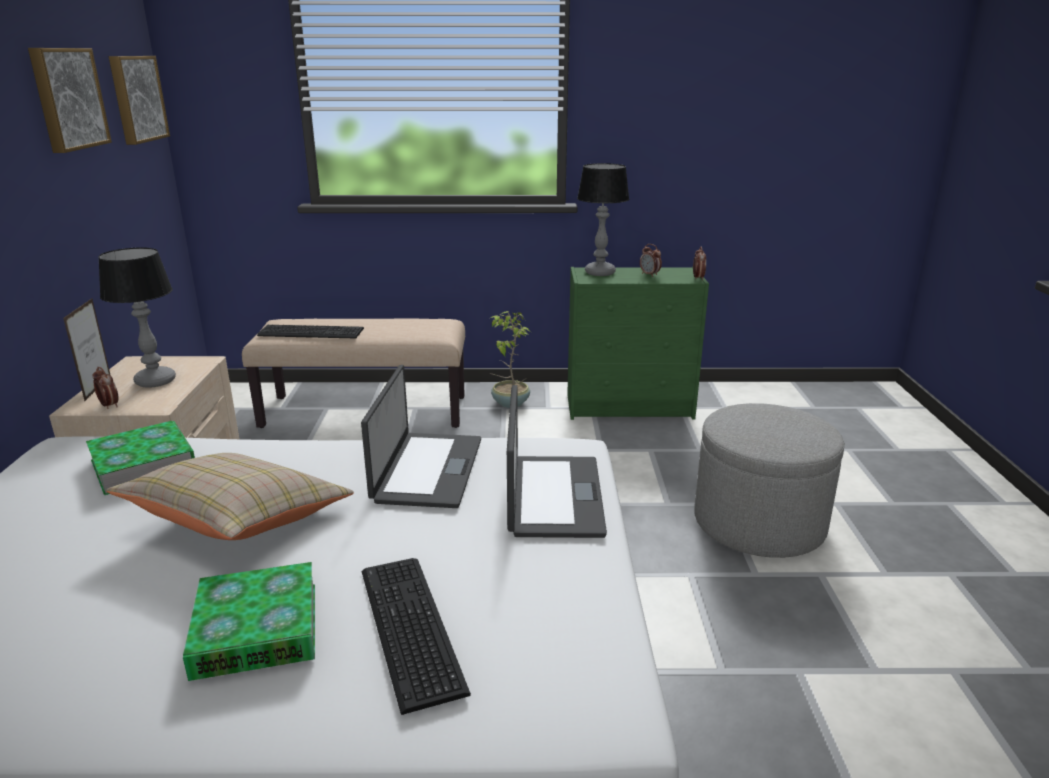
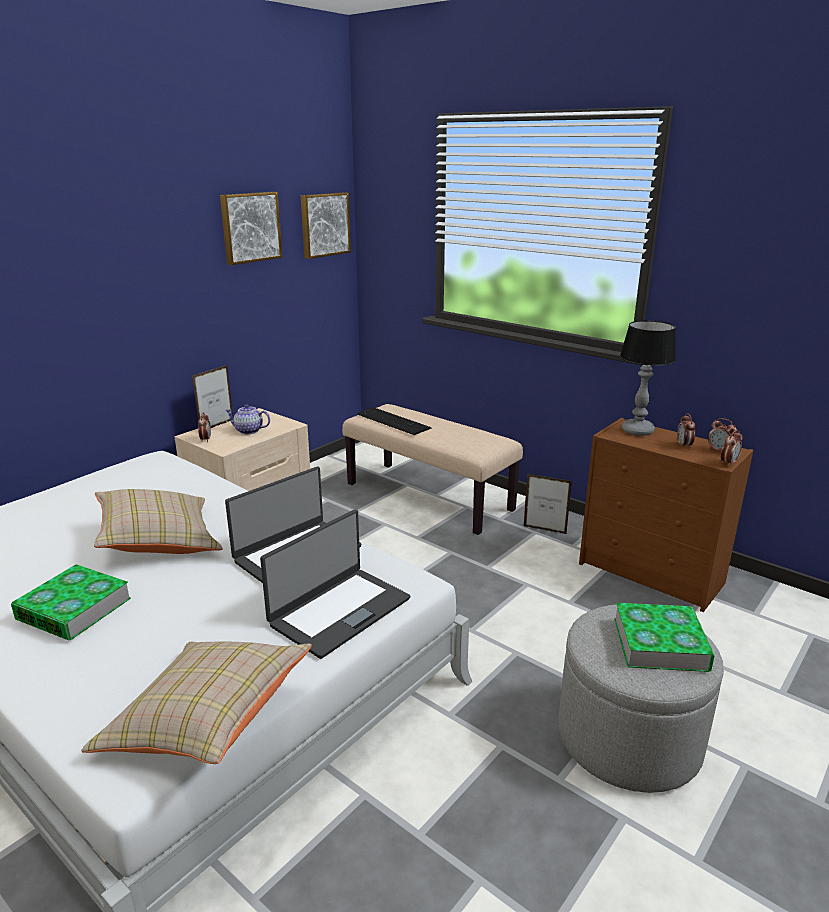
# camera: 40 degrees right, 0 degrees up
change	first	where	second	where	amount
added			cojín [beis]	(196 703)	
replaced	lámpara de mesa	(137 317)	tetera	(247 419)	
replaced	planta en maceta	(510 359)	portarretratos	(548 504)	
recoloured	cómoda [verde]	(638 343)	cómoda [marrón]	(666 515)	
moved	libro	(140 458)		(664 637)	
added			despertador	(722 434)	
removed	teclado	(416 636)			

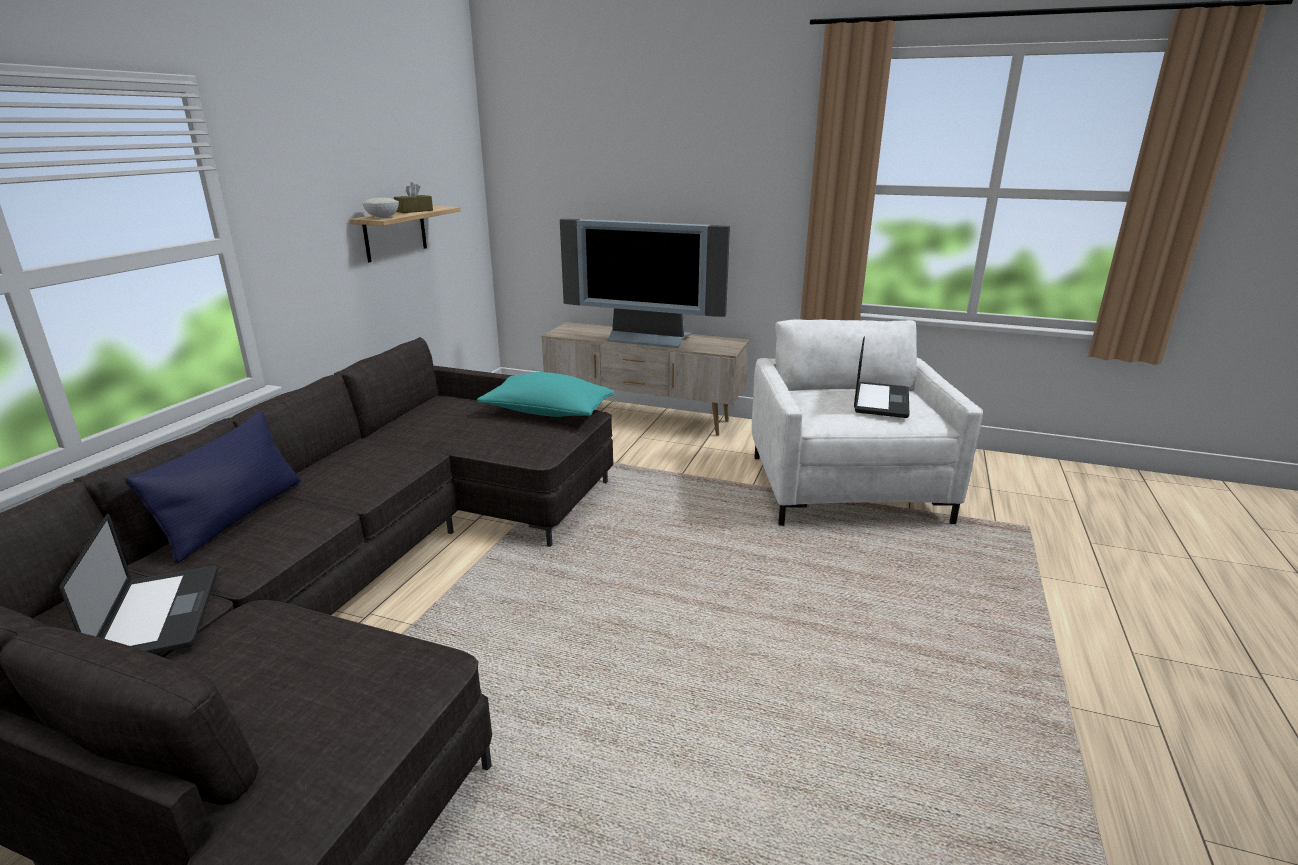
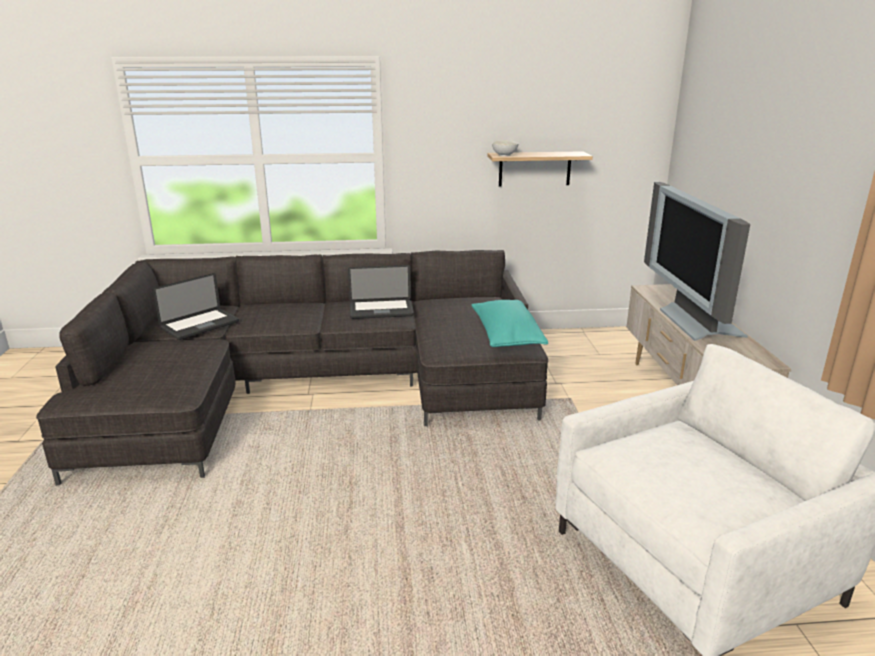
# camera: 65 degrees right, 0 degrees up
change	first	where	second	where	amount
moved	portátil	(882 377)		(381 292)	
removed	cojín [azul]	(213 487)			
removed	caja de pañuelos [marrón]	(413 197)			

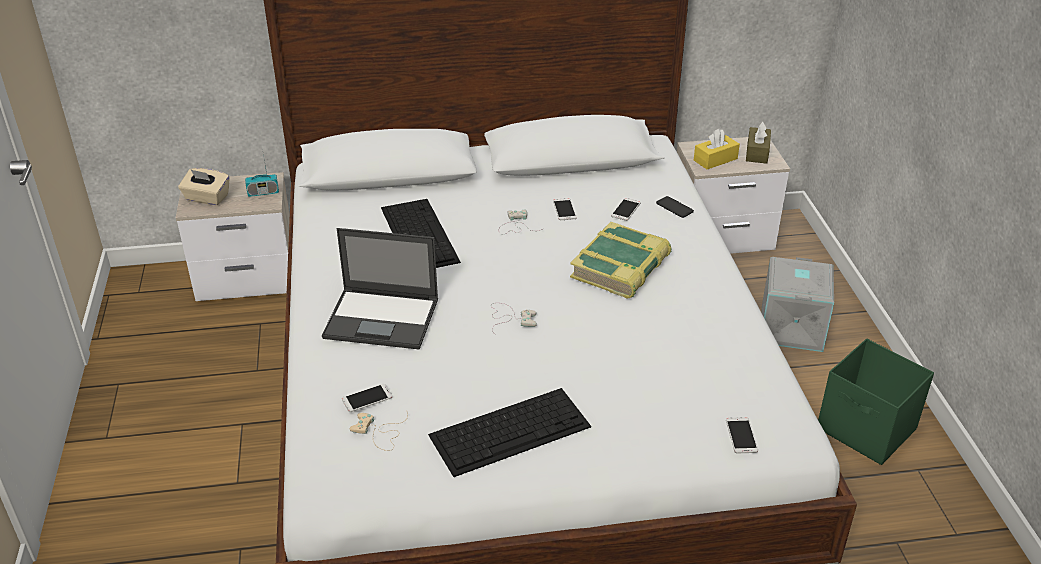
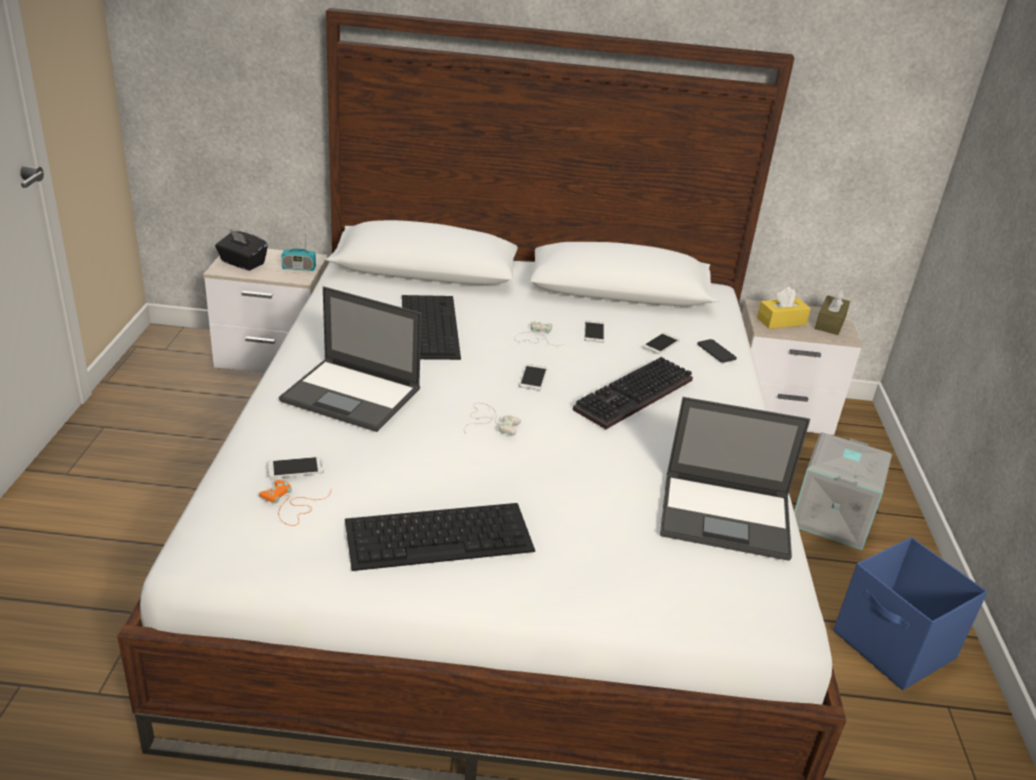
# camera: 10 degrees right, 5 degrees down
change	first	where	second	where	amount
recoloured	caja de pañuelos [beis]	(204 186)	caja de pañuelos [negro]	(241 250)	
recoloured	mando de consola [beis]	(379 431)	mando de consola [naranja]	(295 503)	
moved	móvil	(742 435)		(533 377)	
replaced	libro	(621 260)	teclado	(633 393)	
added			portátil	(735 479)	
recoloured	caja de almacenaje [verde]	(876 402)	caja de almacenaje [azul]	(910 613)	

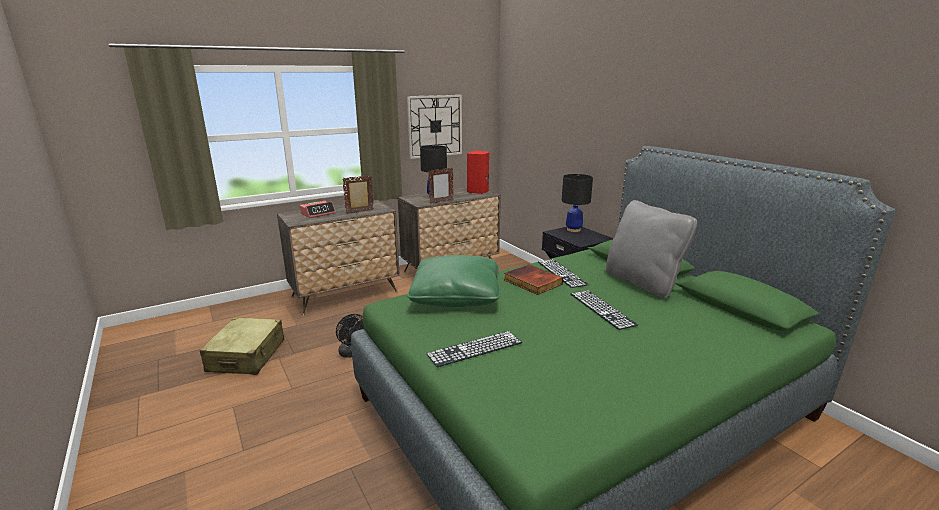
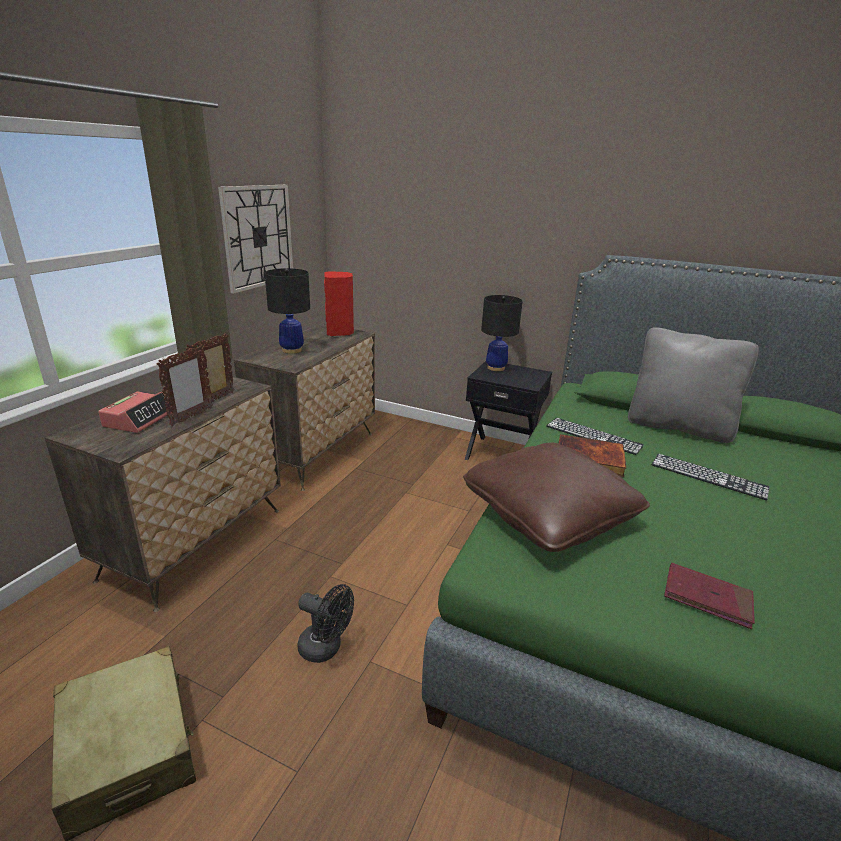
# camera: 35 degrees left, 5 degrees up
change	first	where	second	where	amount
moved	portarretratos	(440 185)		(185 385)	
recoloured	cojín [verde]	(453 281)	cojín [marrón]	(556 497)	
replaced	teclado	(474 349)	libro [rojo]	(709 596)	

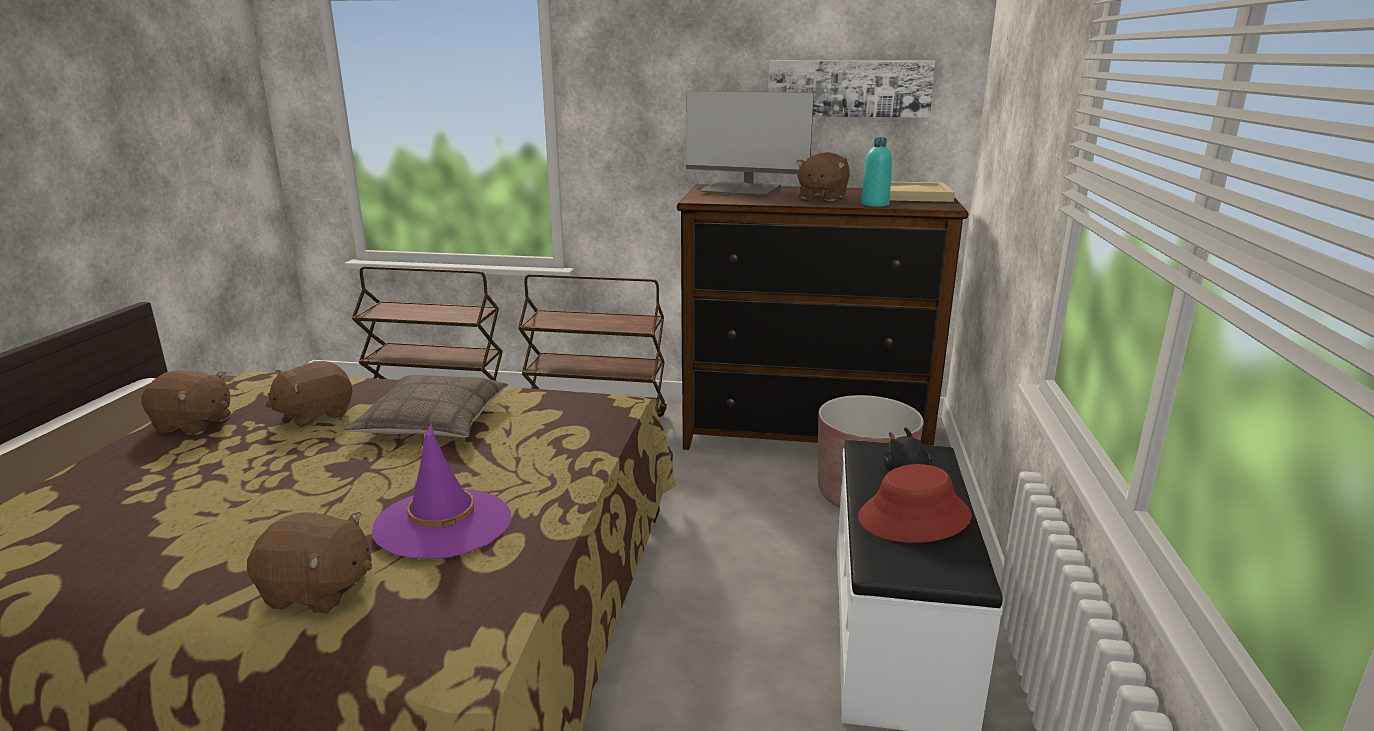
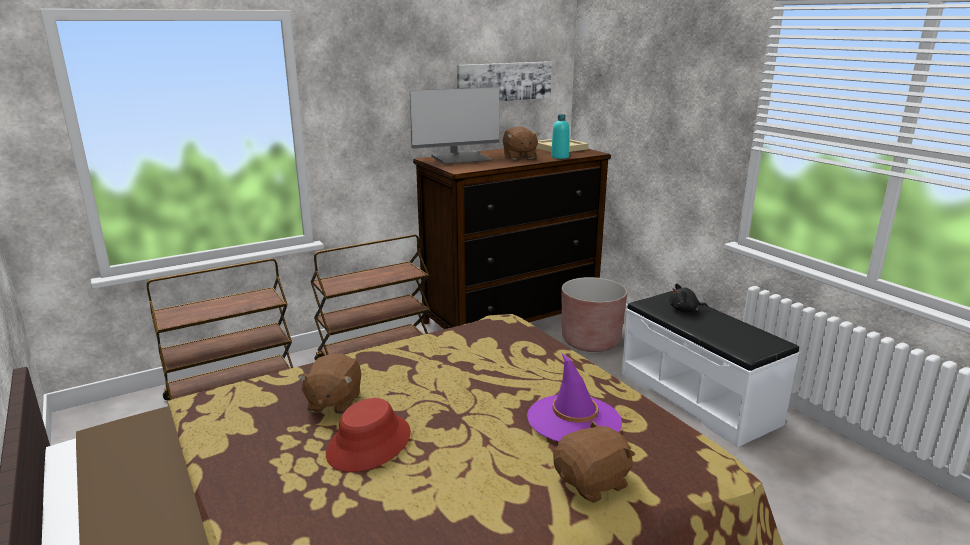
# camera: 40 degrees left, 0 degrees up
change	first	where	second	where	amount
moved	sombrero [rojo]	(915 503)		(368 435)	
removed	peluche [marrón]	(186 402)			
removed	cojín	(426 406)			

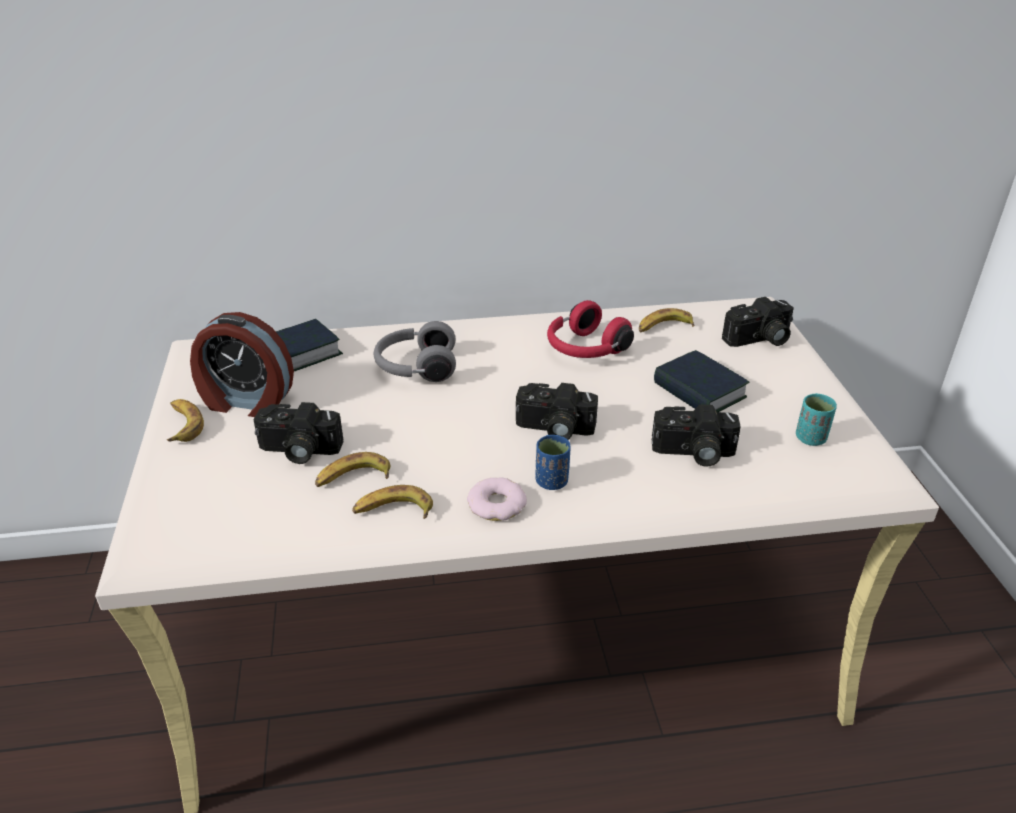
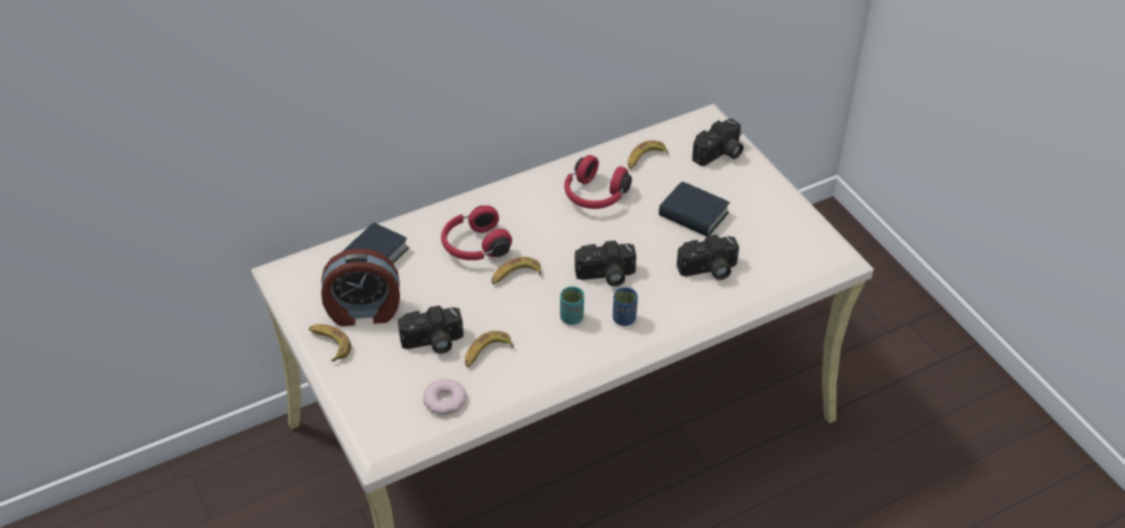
# camera: 20 degrees left, 10 degrees up
change	first	where	second	where	amount
moved	rosquilla	(497 499)		(445 397)	
recoloured	auriculares [gris]	(415 351)	auriculares [rojo]	(476 232)	
moved	plátano	(392 502)		(516 270)	
moved	taza [turquesa]	(816 419)		(572 305)	

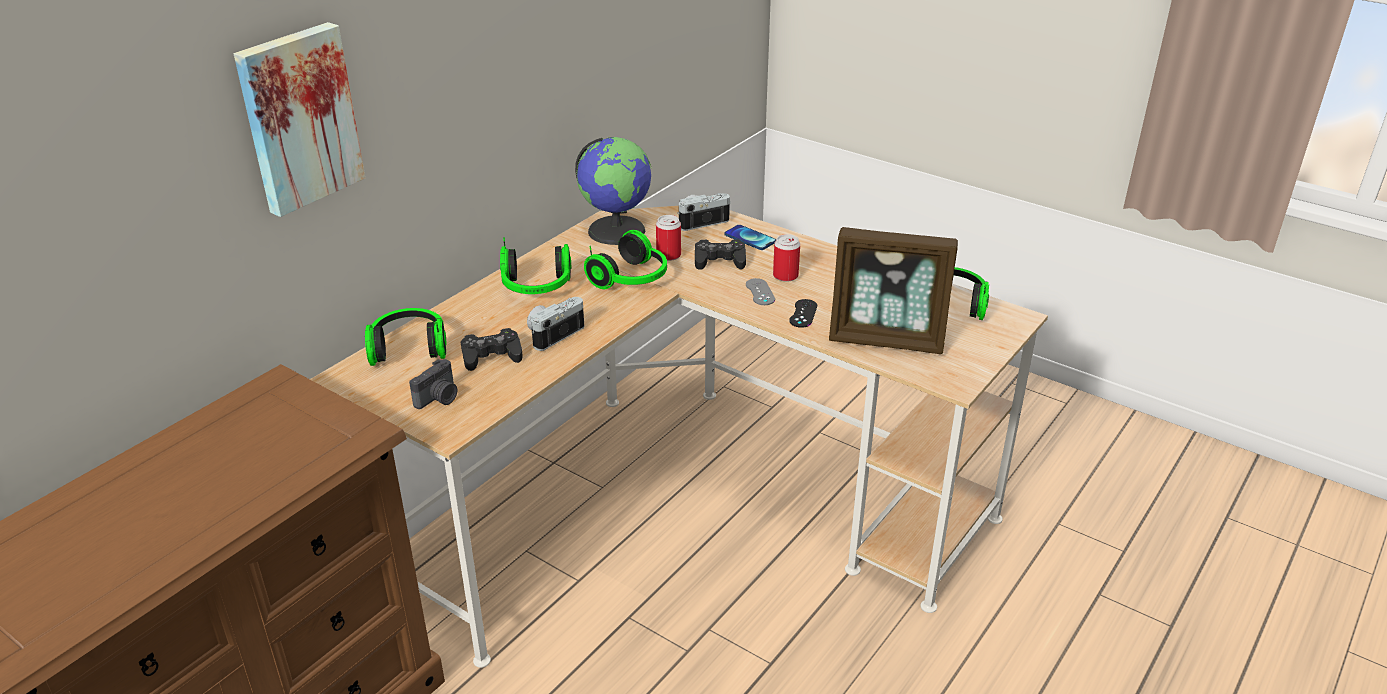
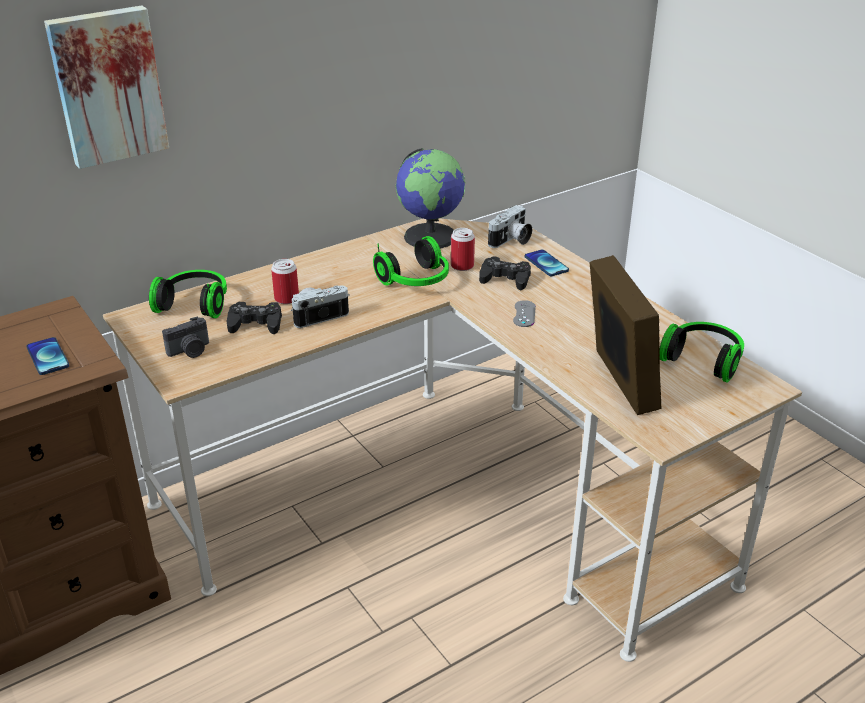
# camera: 20 degrees right, 0 degrees up
change	first	where	second	where	amount
added			móvil	(48 356)	
moved	lata	(786 258)		(285 281)	
turned	cámara	(704 212)		(510 226)	135 degrees clockwise
turned	portarretratos	(893 290)		(626 335)	135 degrees counterclockwise
removed	auriculares	(535 265)			
removed	mando de consola [negro]	(803 313)			

